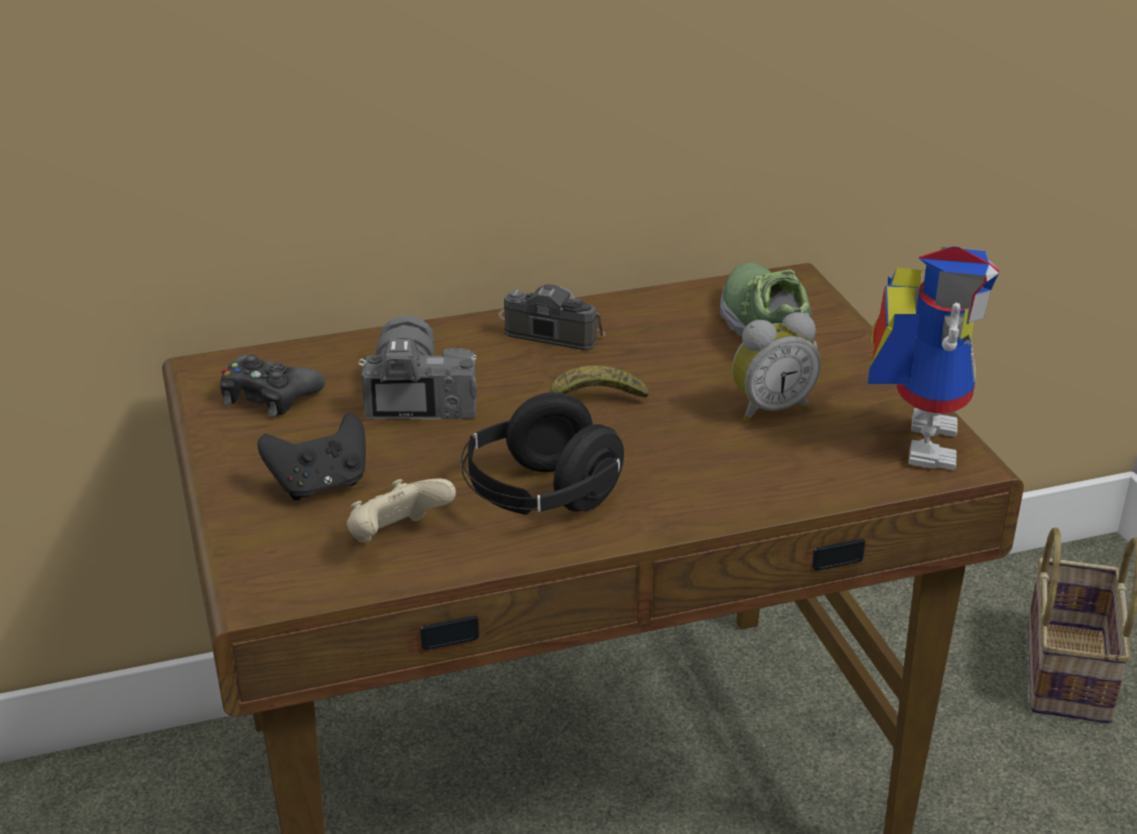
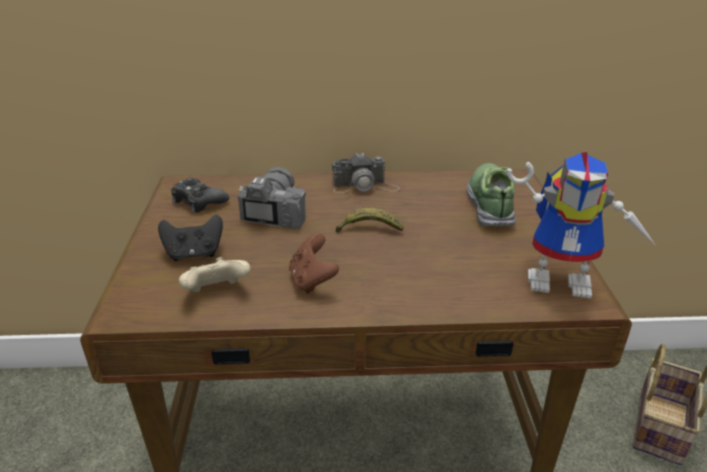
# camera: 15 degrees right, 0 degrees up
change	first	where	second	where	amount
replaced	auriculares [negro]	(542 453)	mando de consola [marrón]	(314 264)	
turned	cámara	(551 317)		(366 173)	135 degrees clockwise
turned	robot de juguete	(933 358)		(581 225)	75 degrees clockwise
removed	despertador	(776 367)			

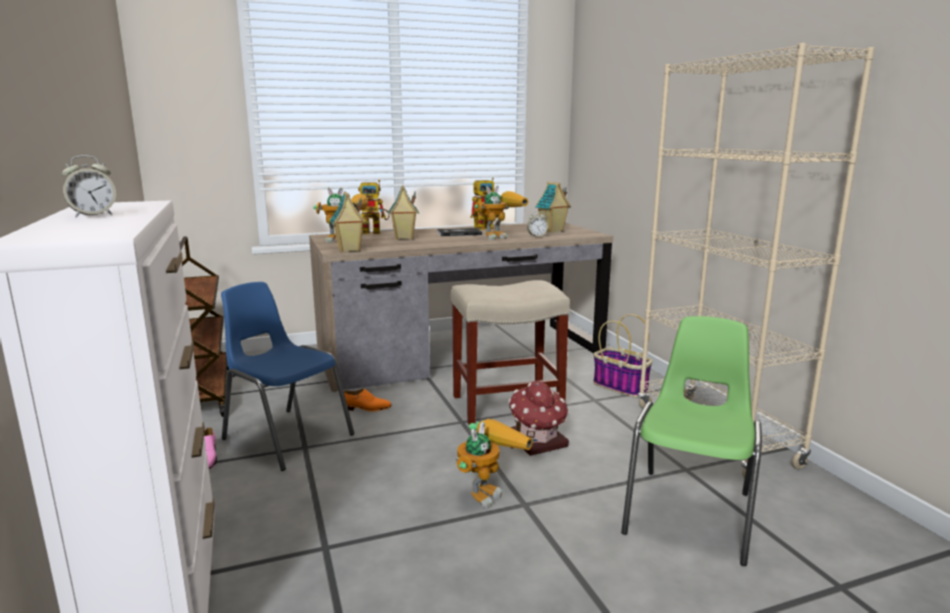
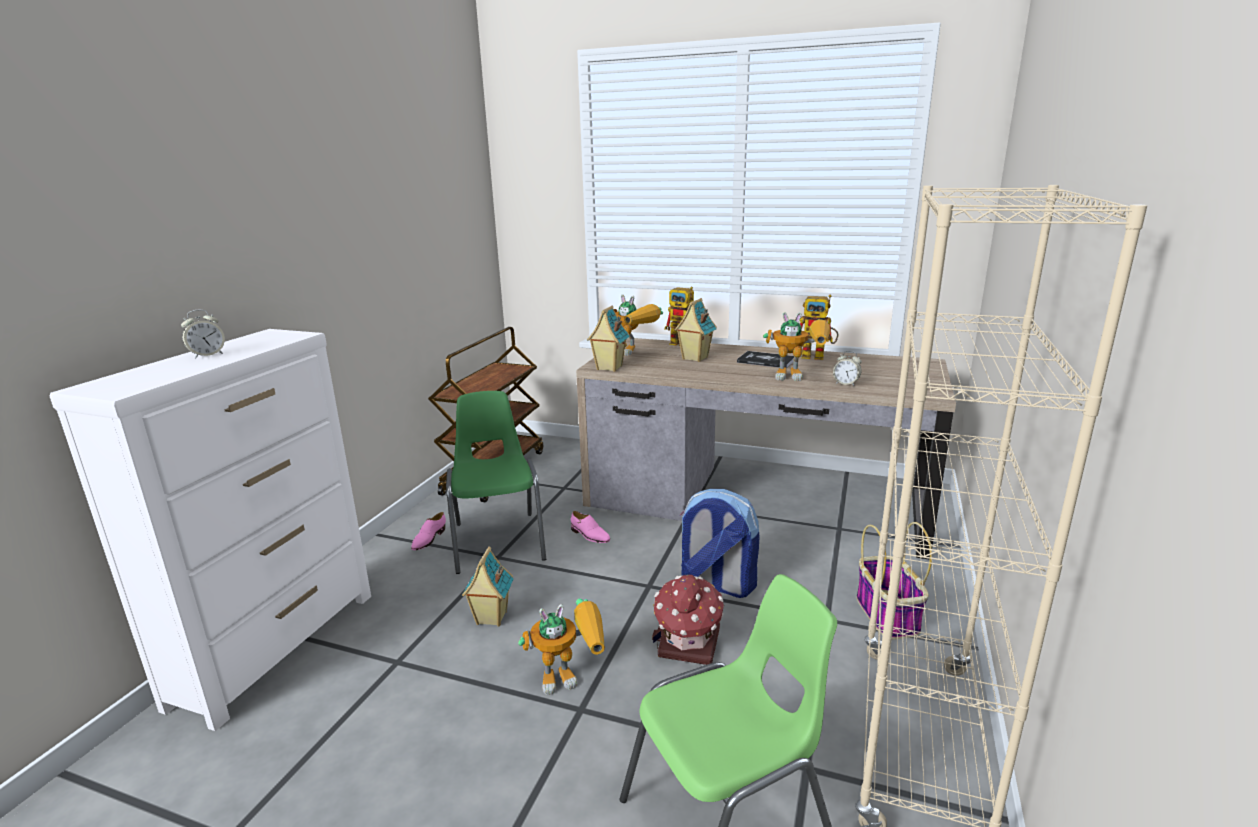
# camera: 40 degrees right, 5 degrees up
change	first	where	second	where	amount
turned	despertador	(89 186)		(203 334)	45 degrees counterclockwise
recoloured	silla [azul]	(287 376)	silla [verde]	(496 482)	
moved	casita	(553 207)		(488 586)	
recoloured	zapato [naranja]	(367 400)	zapato [rosa]	(590 527)	
replaced	taburete [beis]	(510 352)	mochila	(720 543)	

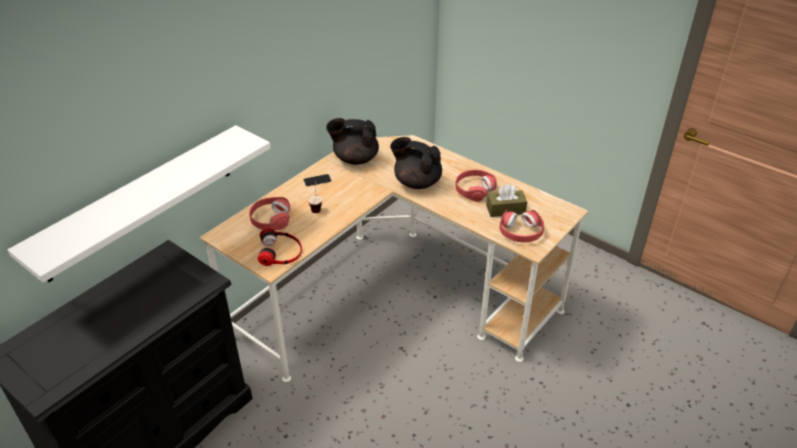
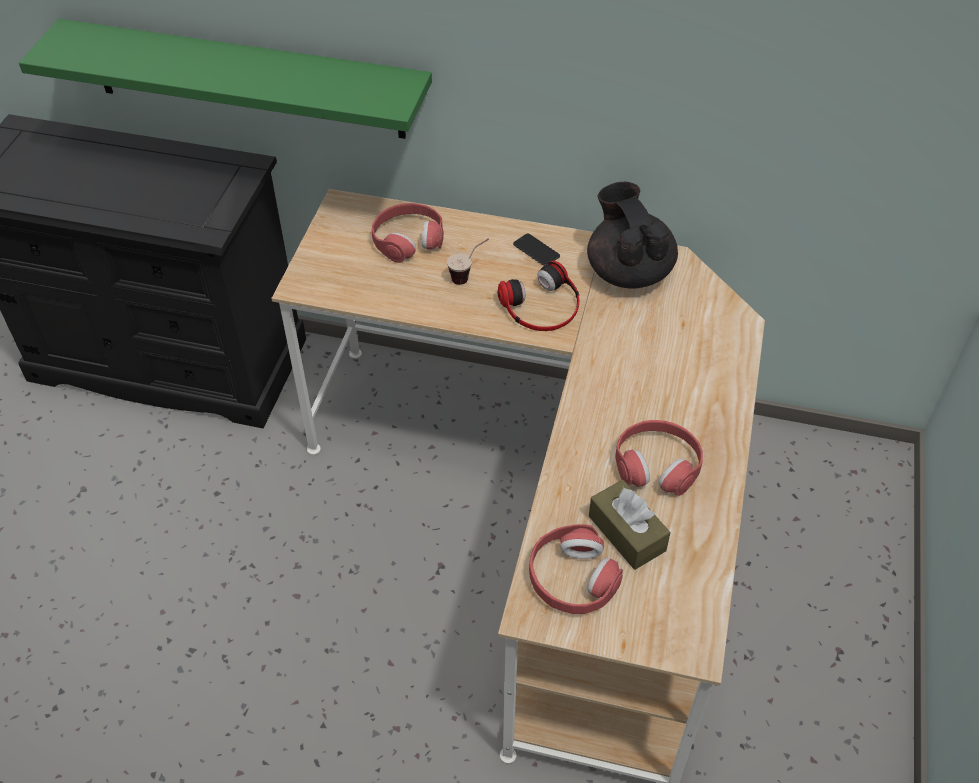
# camera: 65 degrees right, 10 degrees up
change	first	where	second	where	amount
recoloured	estante [blanco]	(139 204)	estante [verde]	(225 79)	
moved	auriculares	(280 247)		(538 296)	
removed	tetera [negro]	(416 163)			

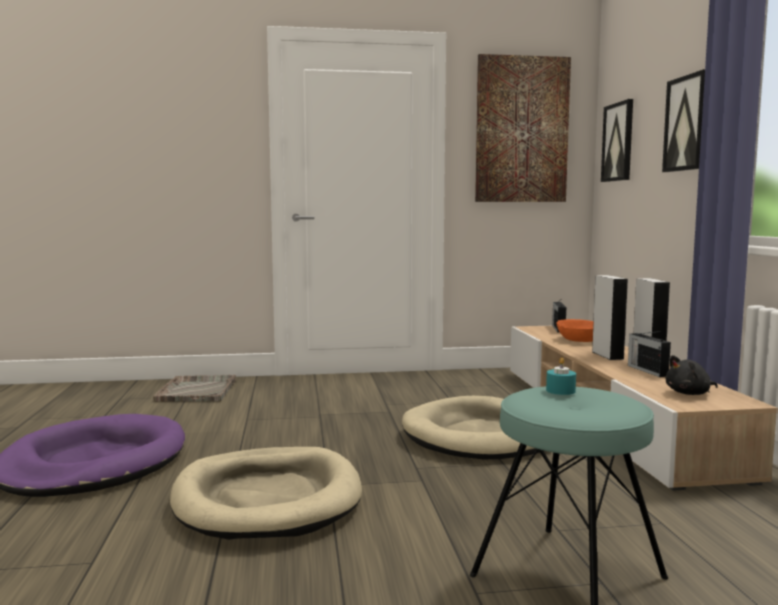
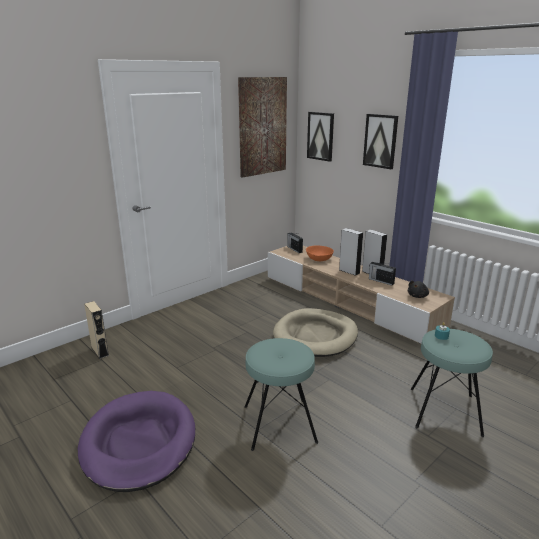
# camera: 35 degrees left, 15 degrees up
change	first	where	second	where	amount
replaced	bandeja [gris]	(194 388)	altavoz [beis]	(96 330)	
replaced	cama para perro [beis]	(266 493)	taburete [turquesa]	(281 394)	

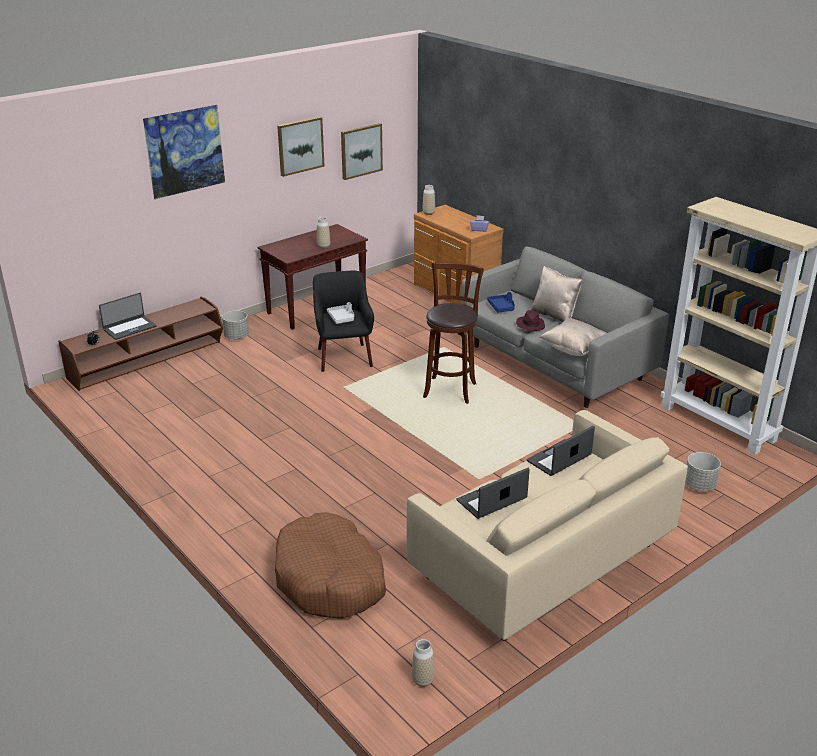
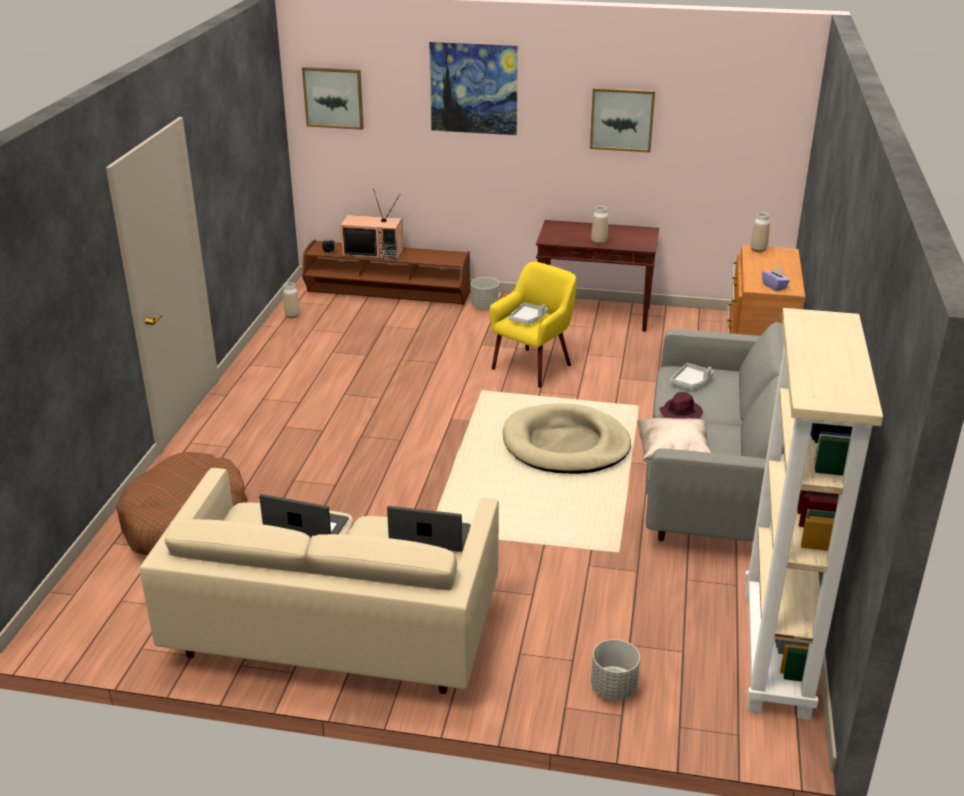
# camera: 50 degrees right, 0 degrees up
change	first	where	second	where	amount
moved	florero	(423 663)		(291 300)	
moved	cuadro	(362 151)		(333 98)	
replaced	portátil	(128 316)	televisor	(372 224)	
recoloured	sillón [negro]	(343 321)	sillón [amarillo]	(532 325)	
replaced	taburete [marrón]	(453 333)	cama para perro [beis]	(567 438)	
recoloured	bandeja [azul]	(501 302)	bandeja [gris]	(692 376)	
removed	cojín [beis]	(556 294)			

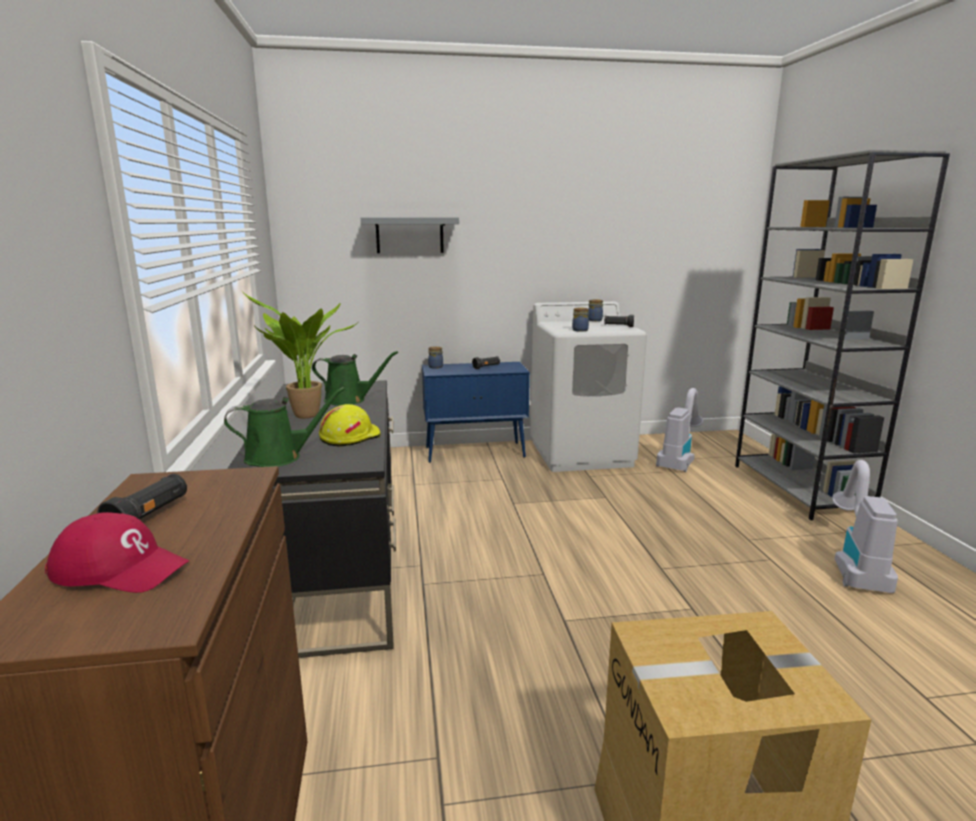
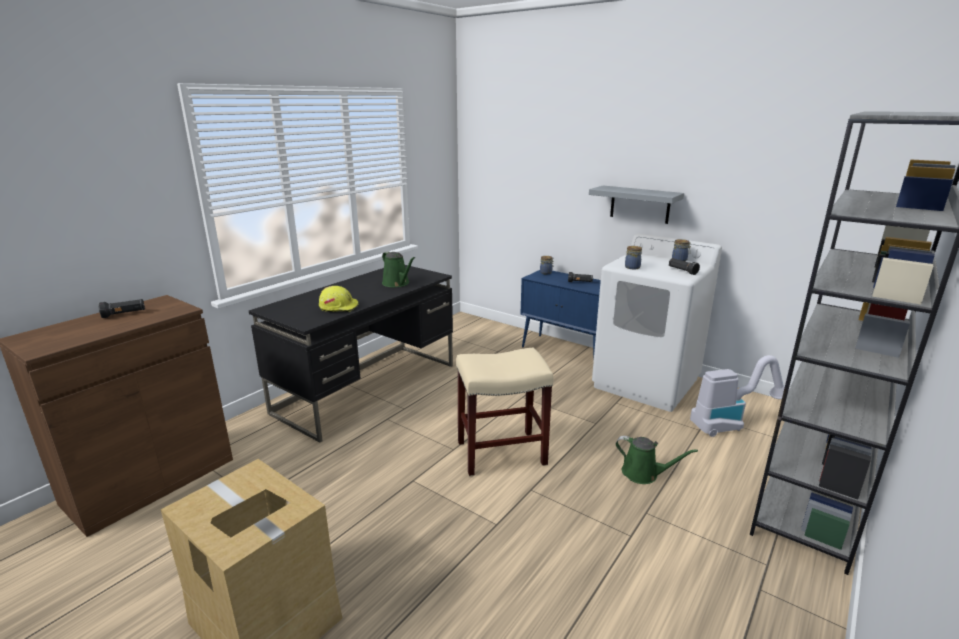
# camera: 45 degrees right, 5 degrees up
change	first	where	second	where	amount
added			taburete [beis]	(504 412)	
moved	estante [gris]	(410 235)		(636 204)	
moved	regadera [verde]	(284 427)		(657 460)	
removed	gorra [rojo]	(117 552)			
removed	planta en maceta	(299 354)			
removed	aspiradora	(865 526)			

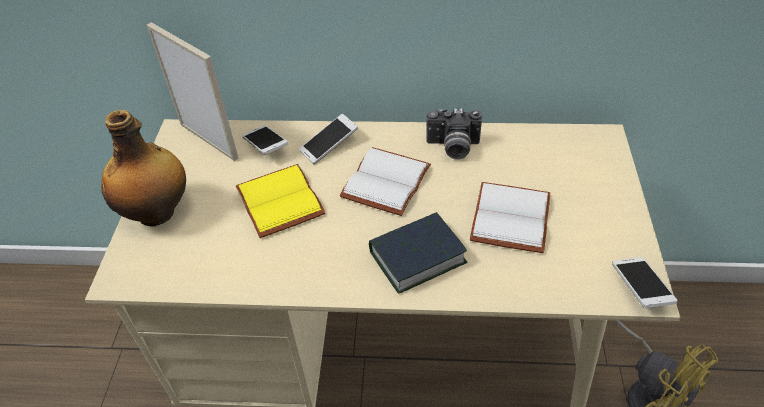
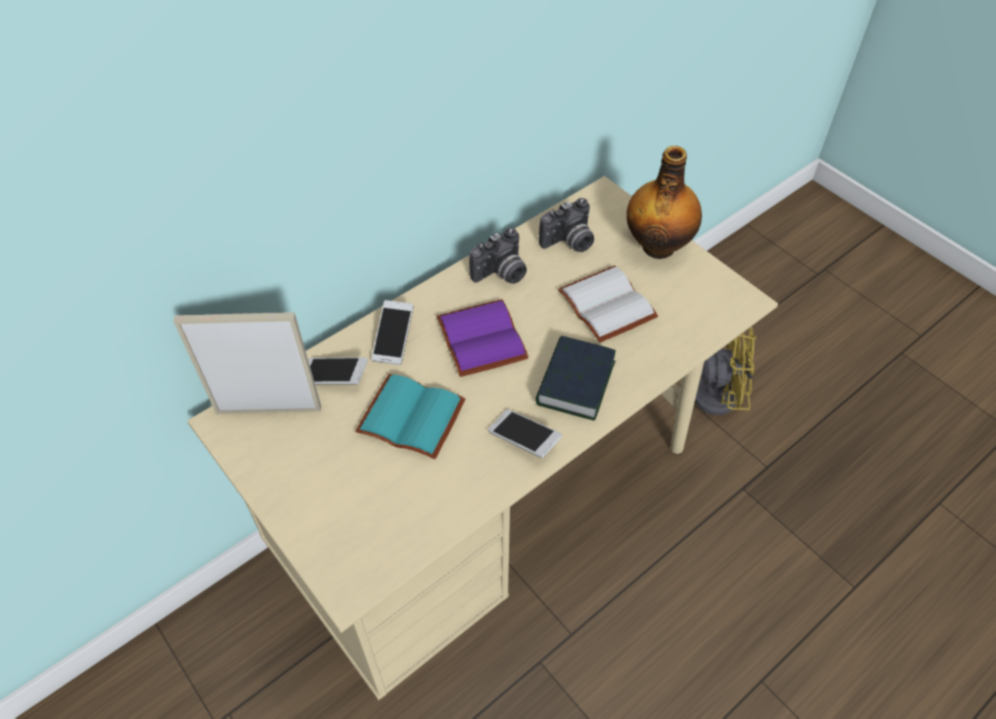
# camera: 45 degrees left, 5 degrees up
change	first	where	second	where	amount
recoloured	libro [amarillo]	(281 201)	libro [turquesa]	(410 416)	
recoloured	libro [blanco]	(385 181)	libro [morado]	(482 338)	
moved	móvil	(645 282)		(525 433)	
added			cámara	(566 225)	
moved	botella	(143 168)		(664 202)	

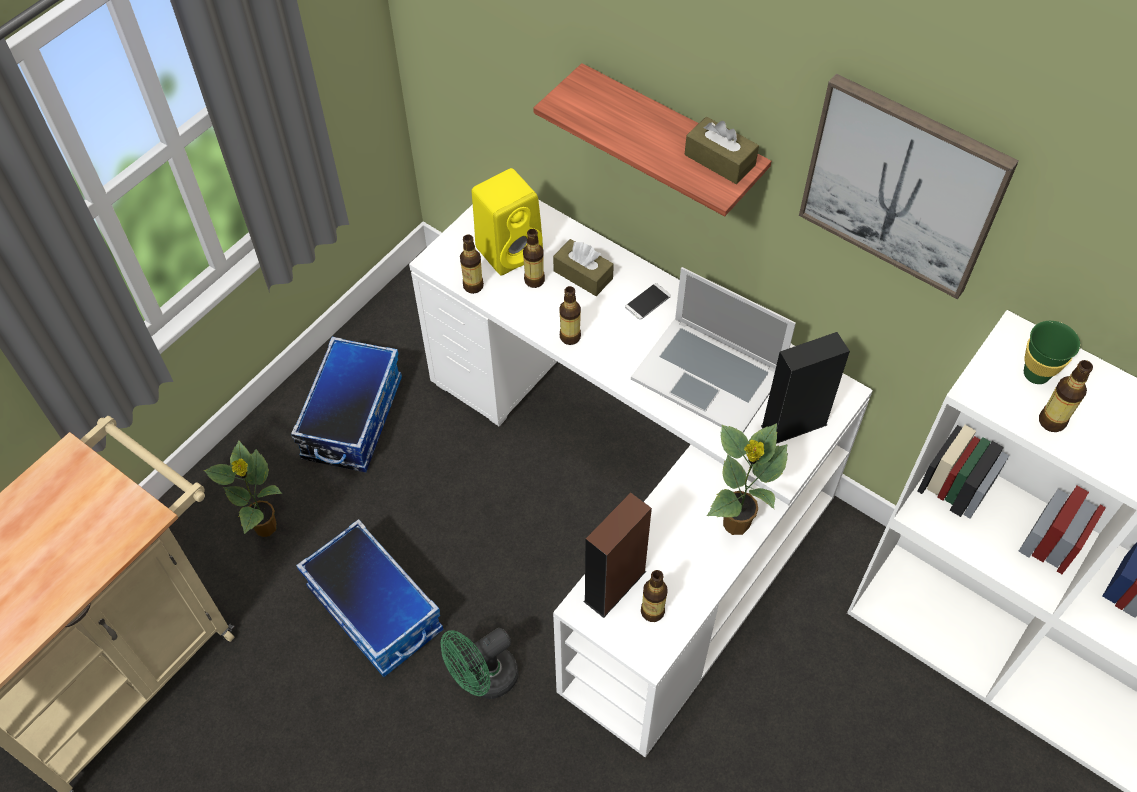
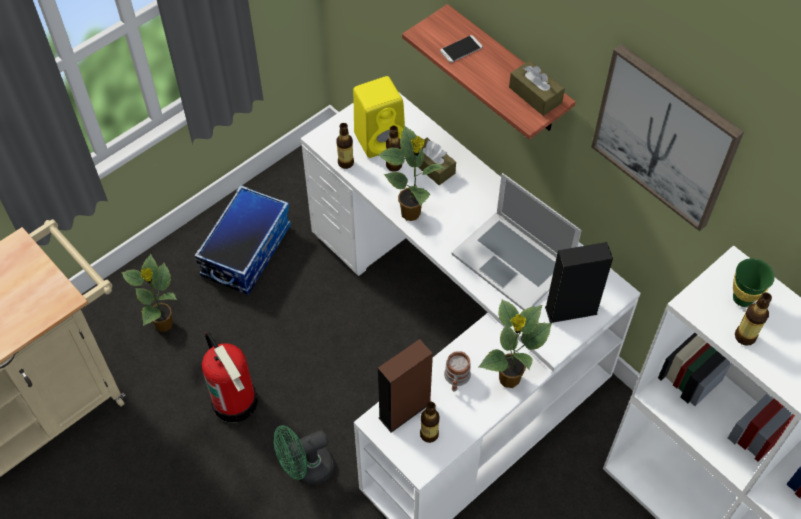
# camera: 10 degrees right, 0 degrees up
change	first	where	second	where	amount
replaced	caja de almacenaje	(369 598)	extintor	(230 377)	
replaced	botella	(570 315)	planta en maceta	(411 173)	
moved	móvil	(648 301)		(461 49)	
added			taza grande	(457 371)	

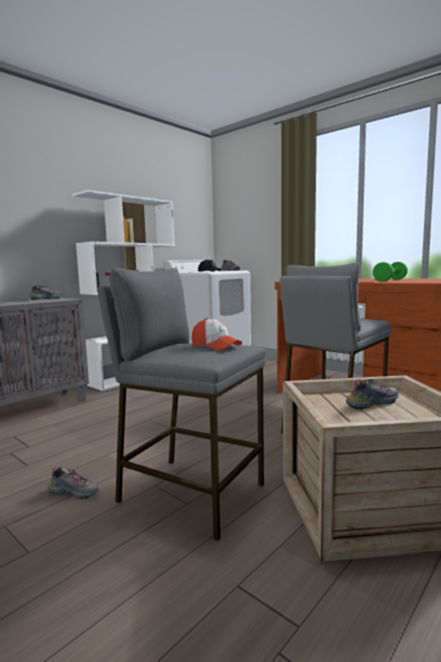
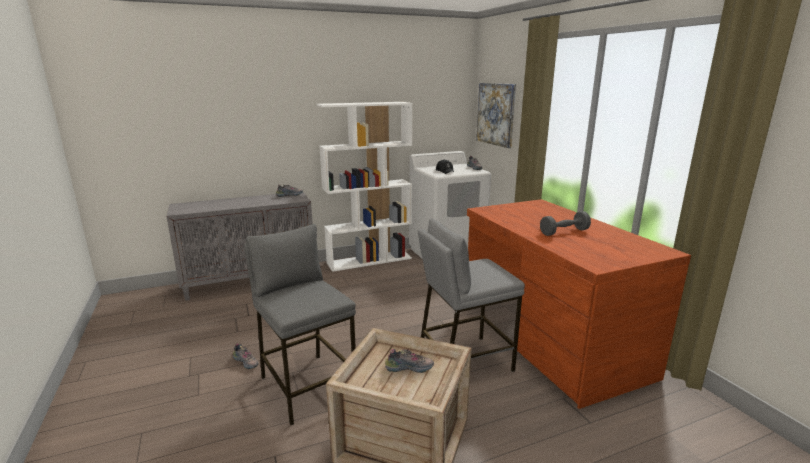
# camera: 25 degrees right, 10 degrees up
change	first	where	second	where	amount
added			cuadro	(496 115)	
recoloured	mancuerna [verde]	(390 271)	mancuerna [gris]	(565 223)	
removed	gorra	(217 334)			

